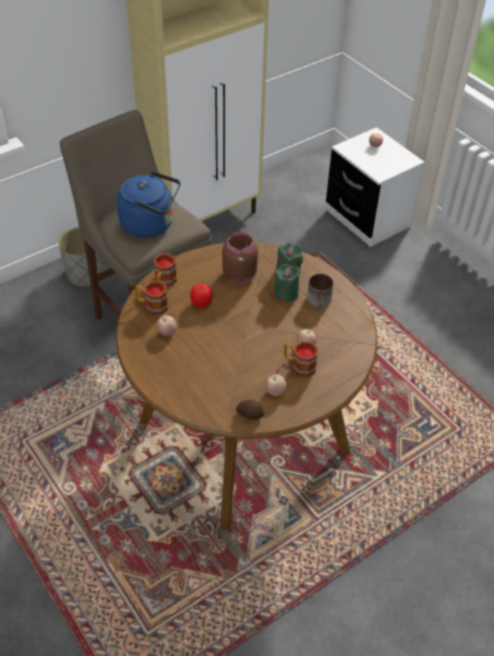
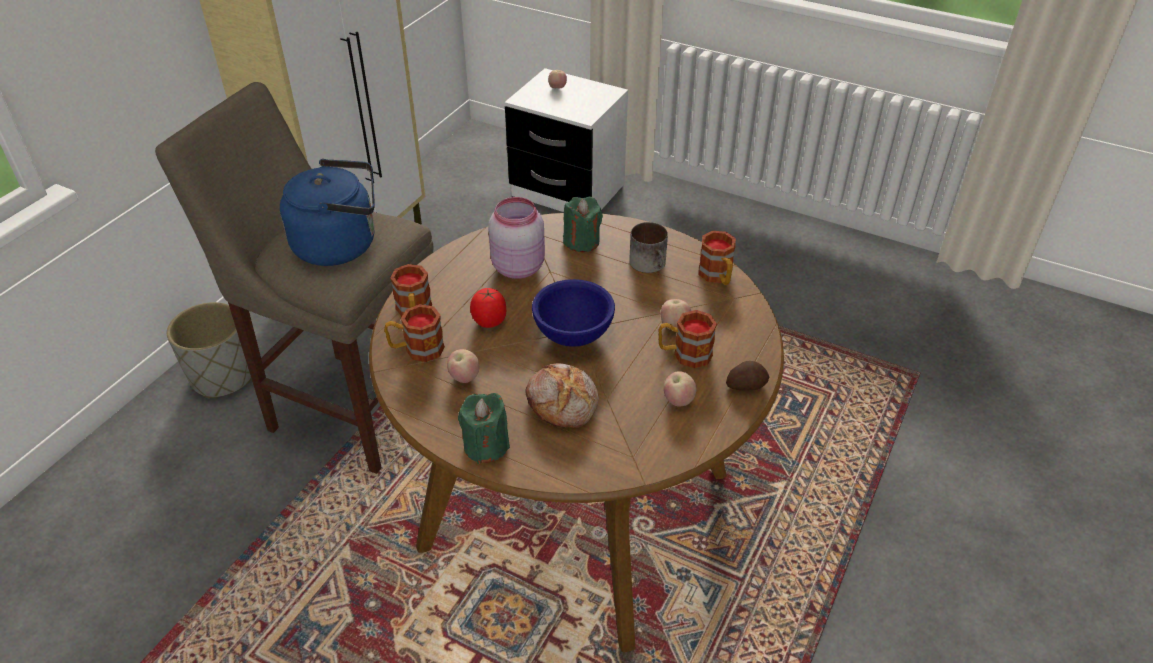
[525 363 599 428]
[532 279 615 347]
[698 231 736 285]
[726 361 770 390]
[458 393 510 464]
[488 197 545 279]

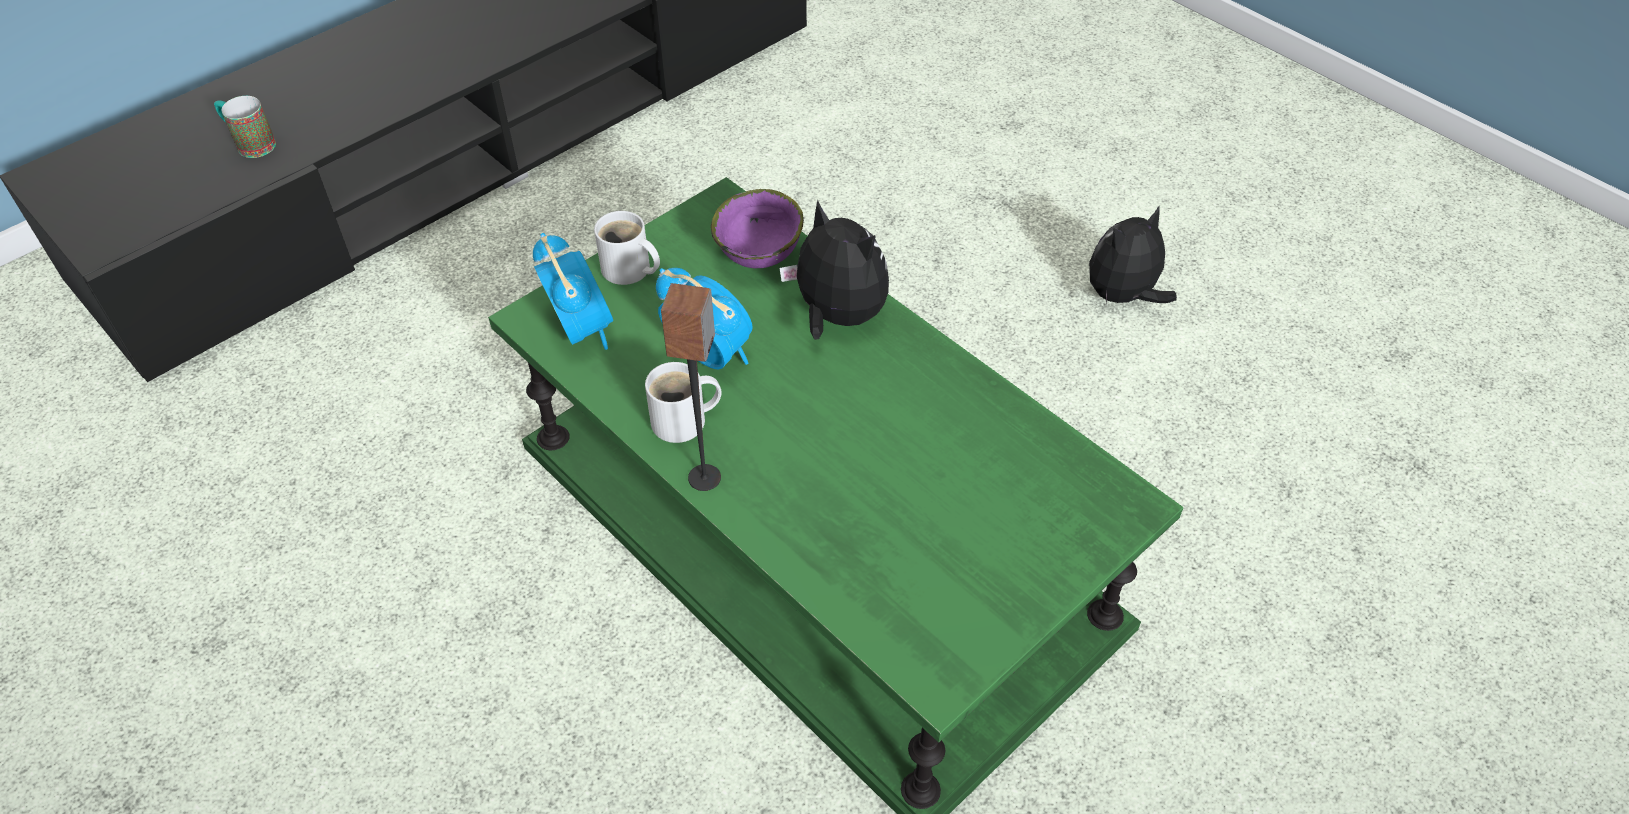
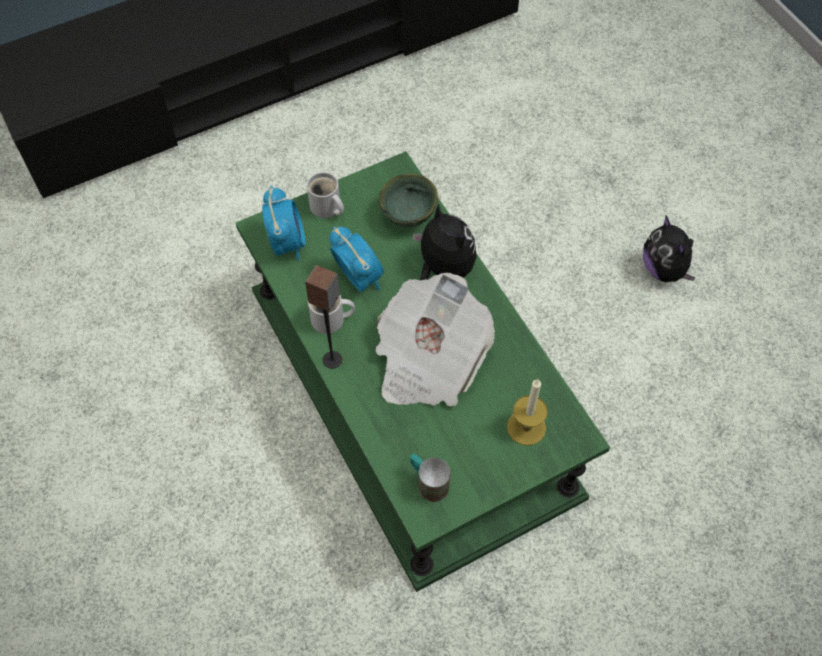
[375 273 495 406]
[507 379 548 446]
[410 454 451 502]
[379 174 438 227]
[643 216 696 282]

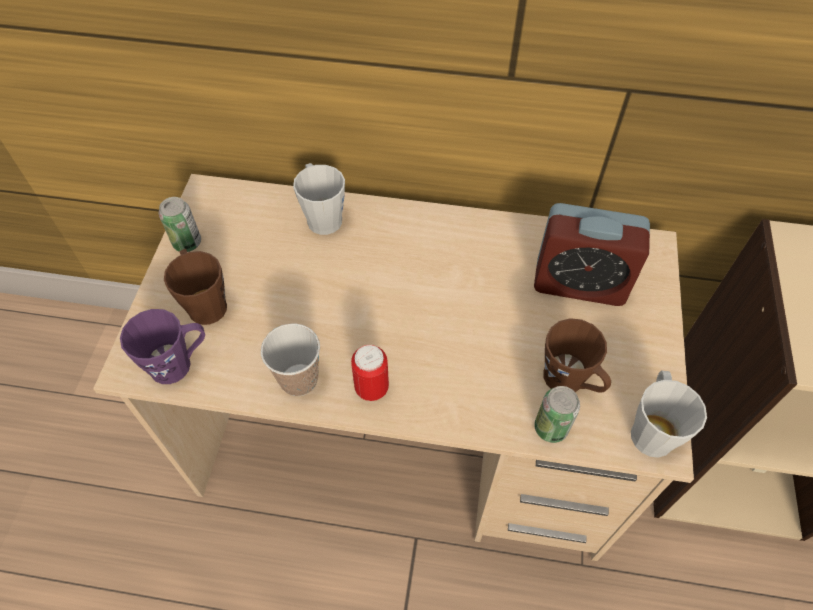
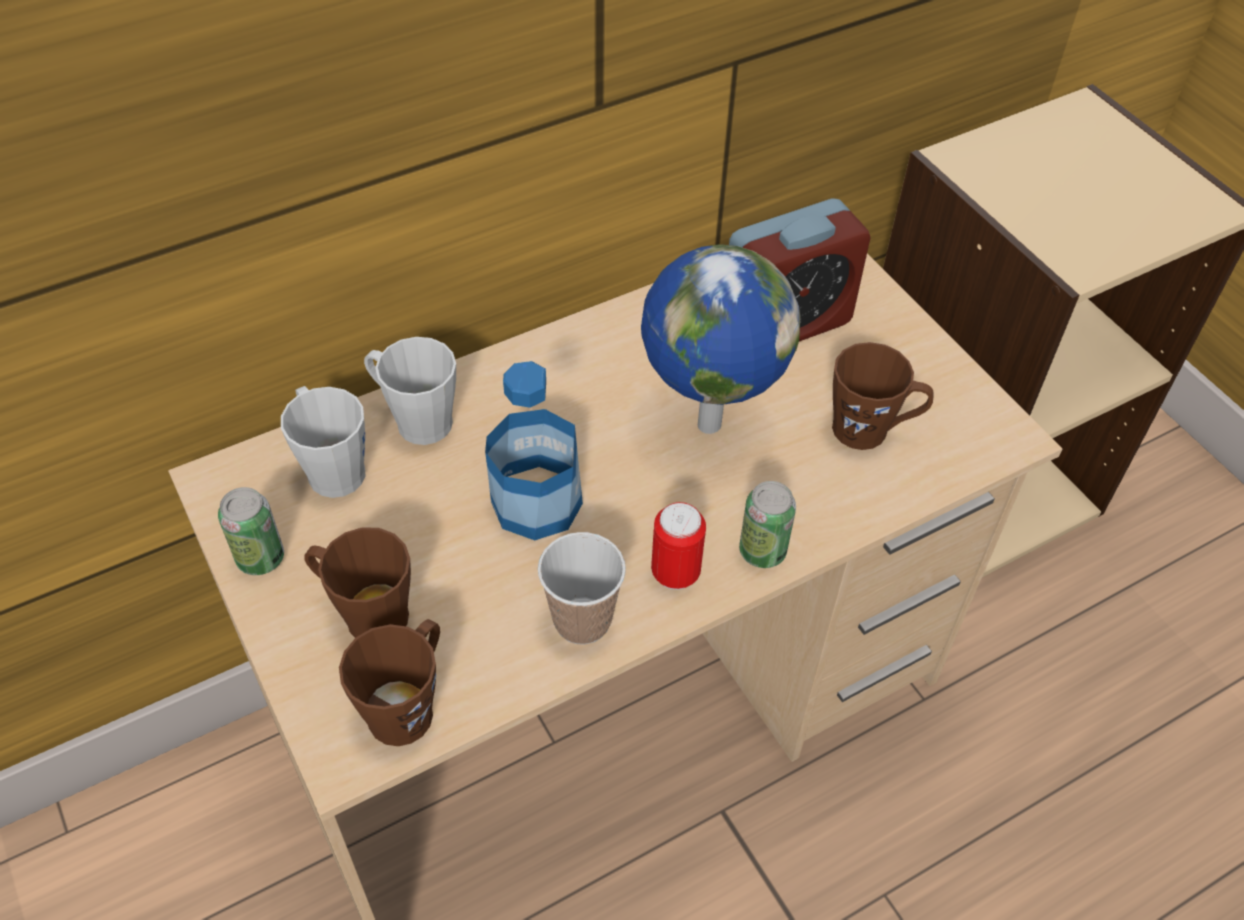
[485 361 583 540]
[641 244 800 434]
[739 481 796 568]
[281 386 365 498]
[339 619 440 746]

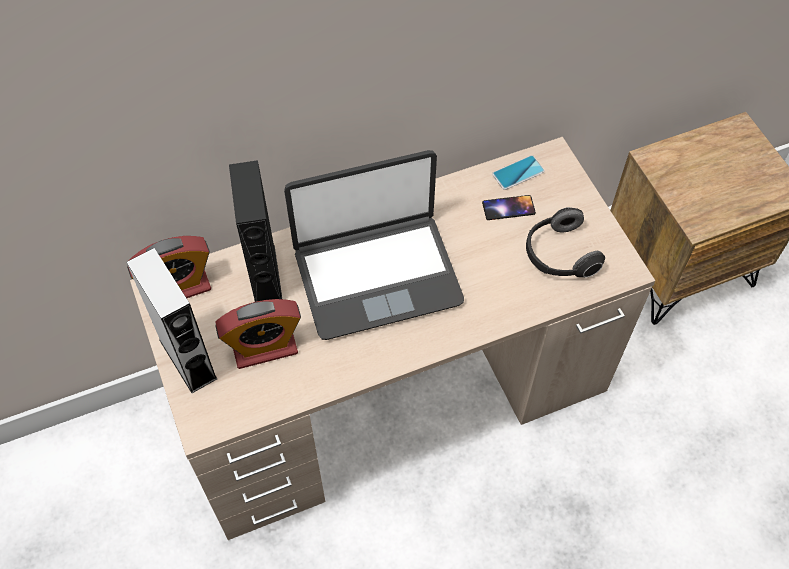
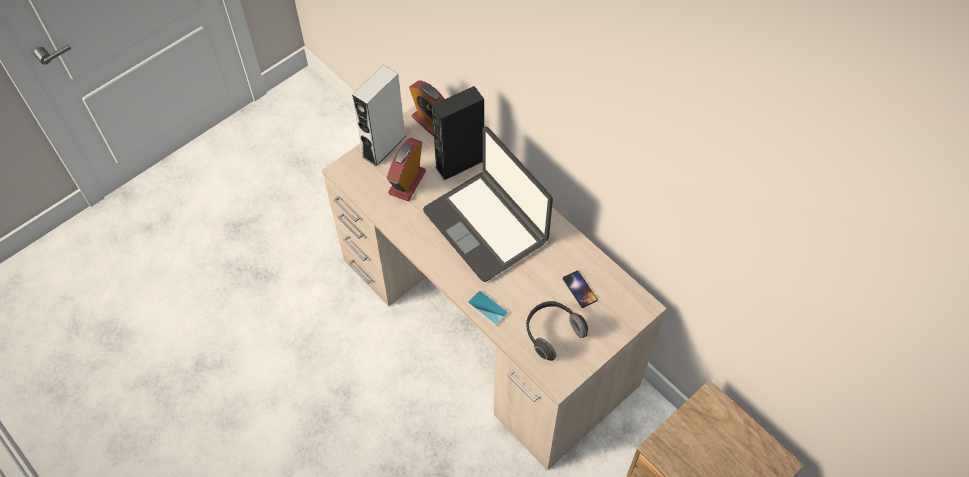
[467 290 508 326]
[387 138 426 201]

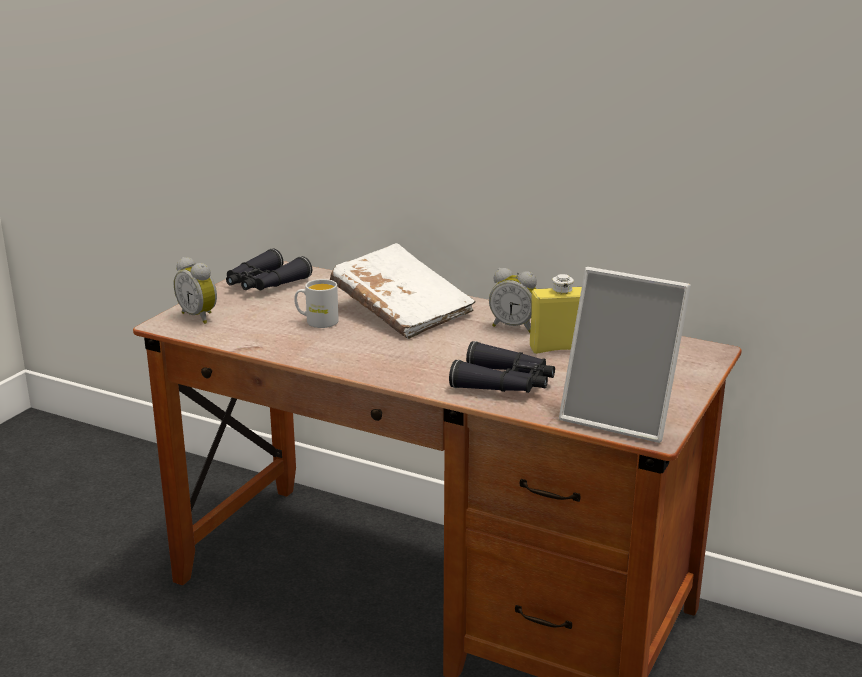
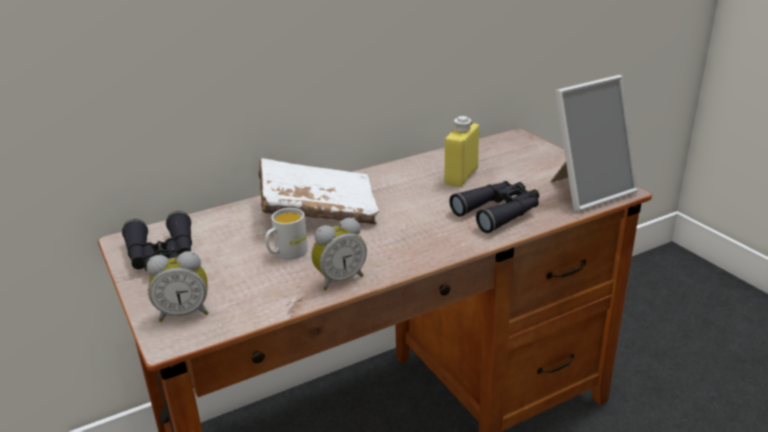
[311 217 367 290]

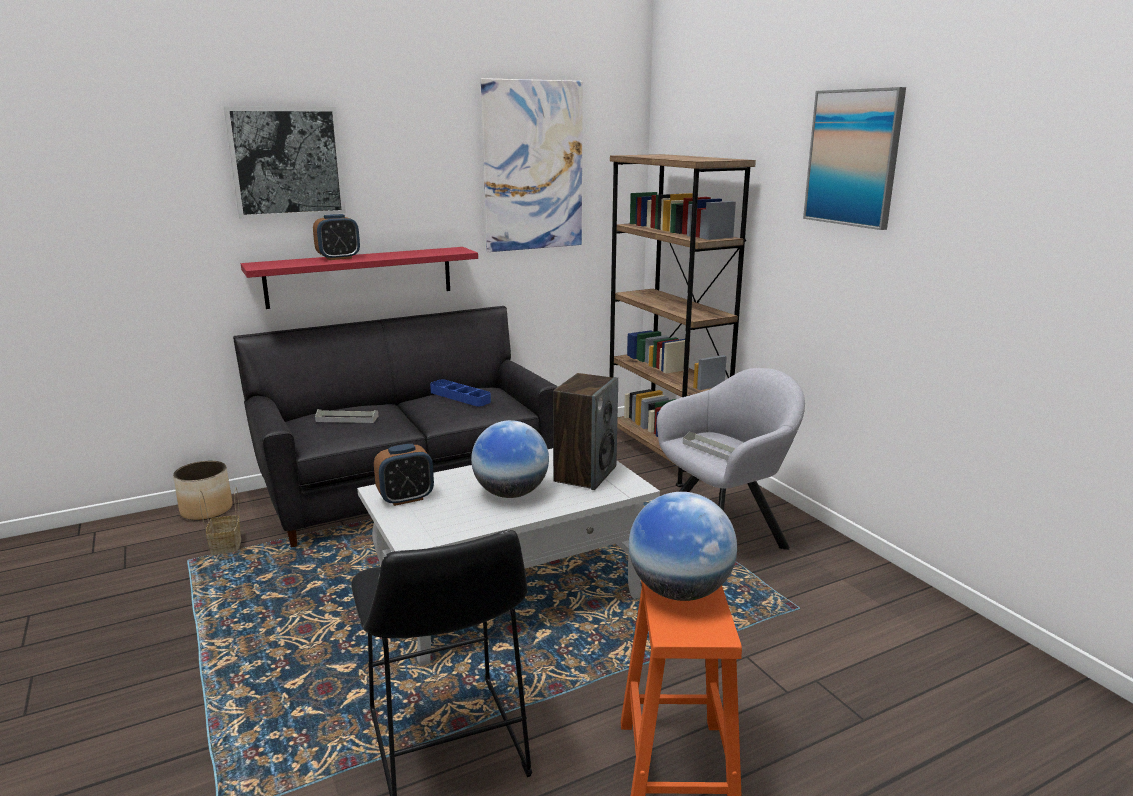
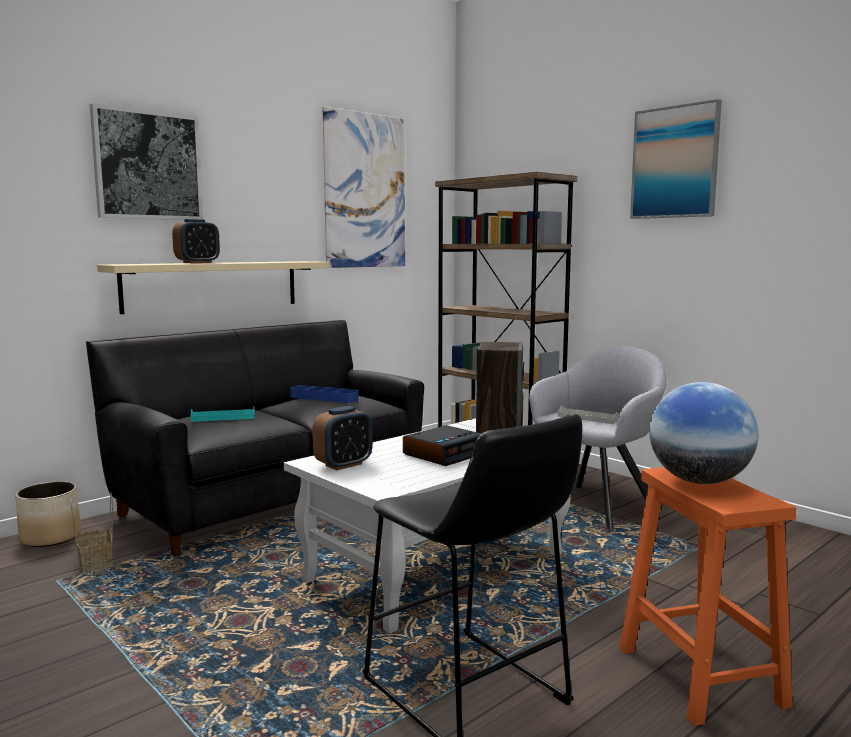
[403 425 481 466]
[97 261 329 314]
[191 409 255 422]

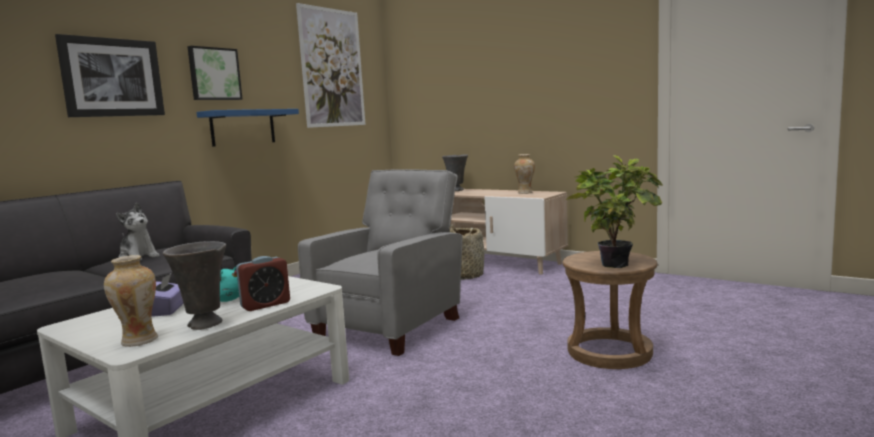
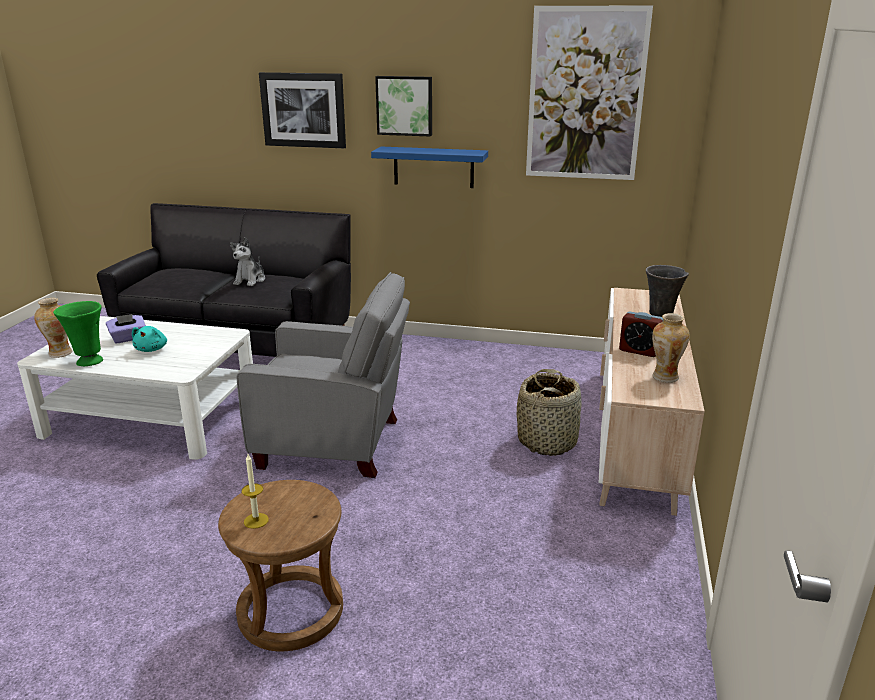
[619 312 663 357]
[242 454 269 529]
[53 301 103 366]

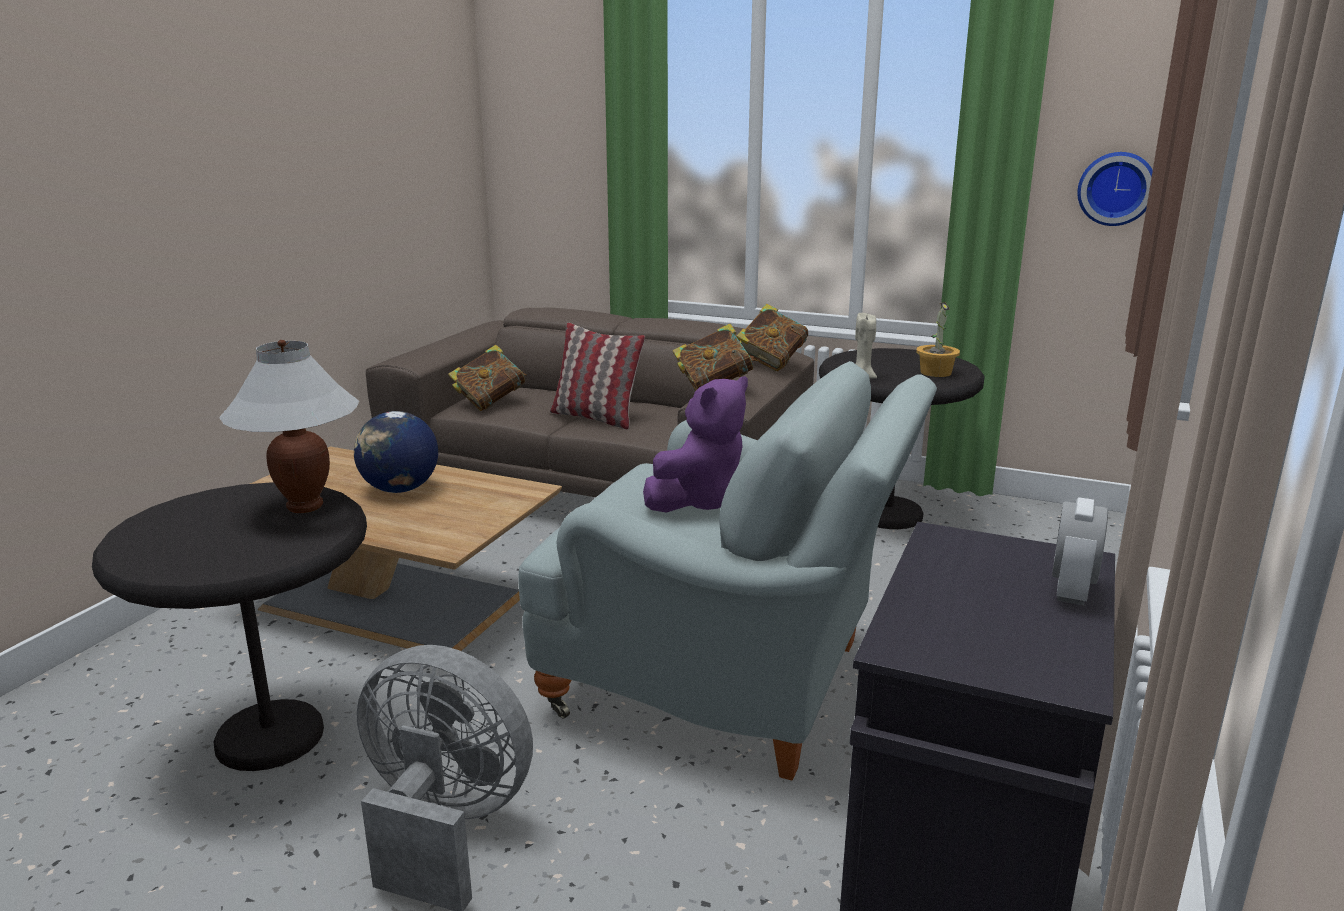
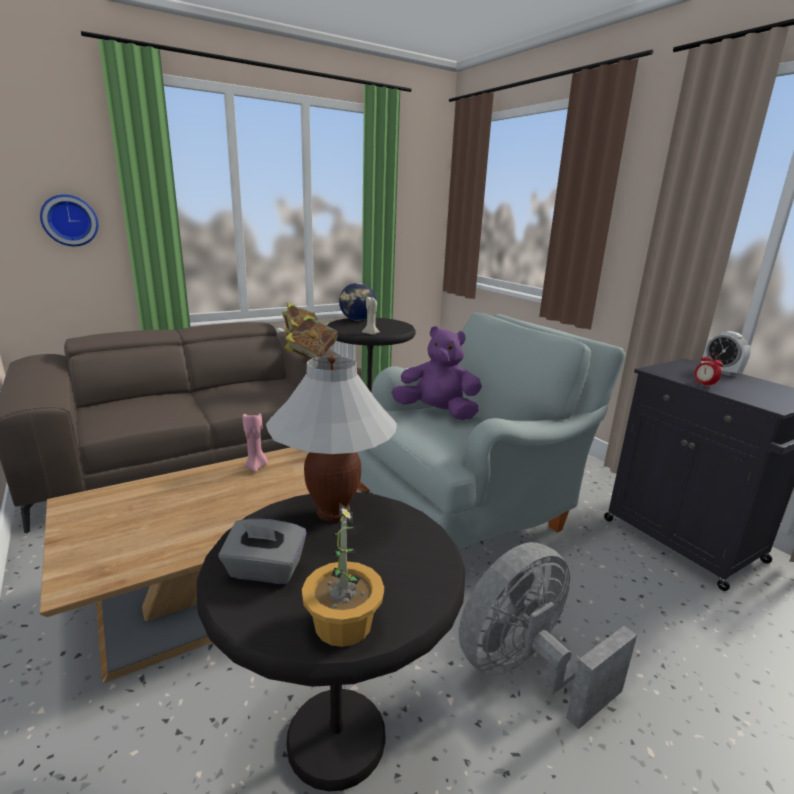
[448 345 527 411] (first image)
[550 323 645 430] (first image)
[219 519 306 584]
[243 413 268 472]
[693 353 723 388]
[339 283 376 321]
[302 504 384 647]
[40 194 98 246]
[391 326 482 420]

